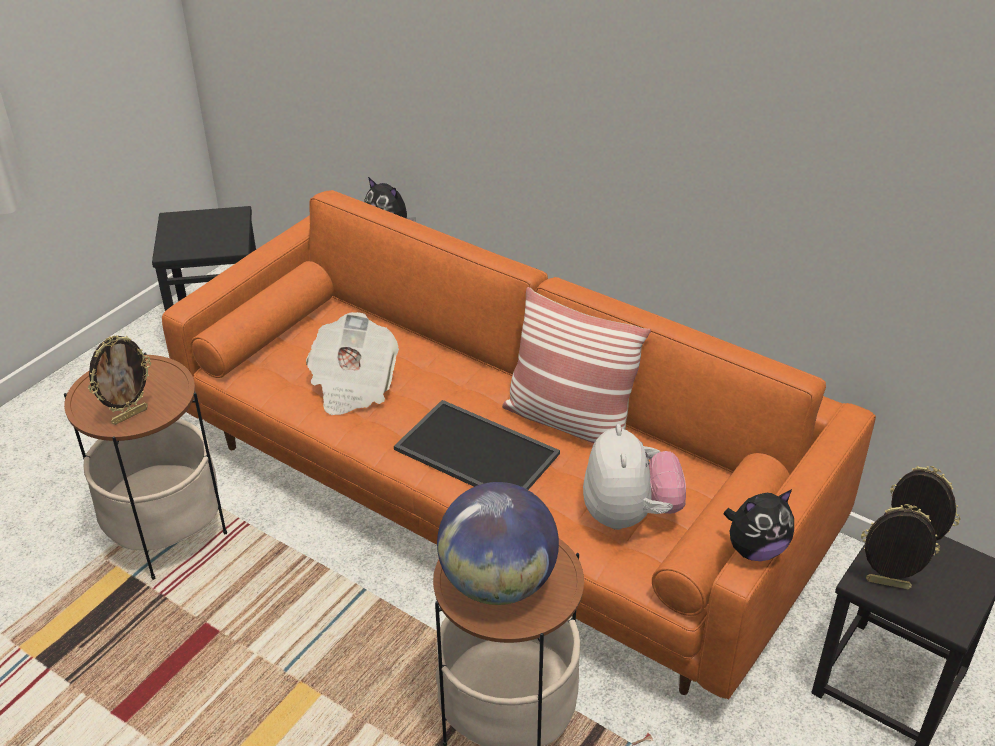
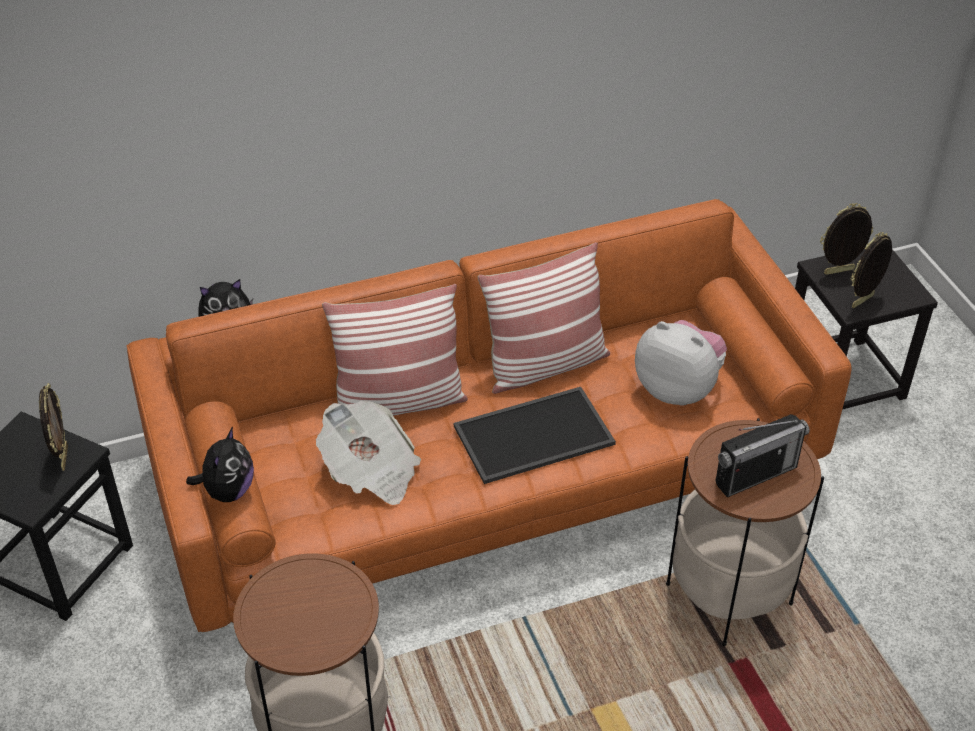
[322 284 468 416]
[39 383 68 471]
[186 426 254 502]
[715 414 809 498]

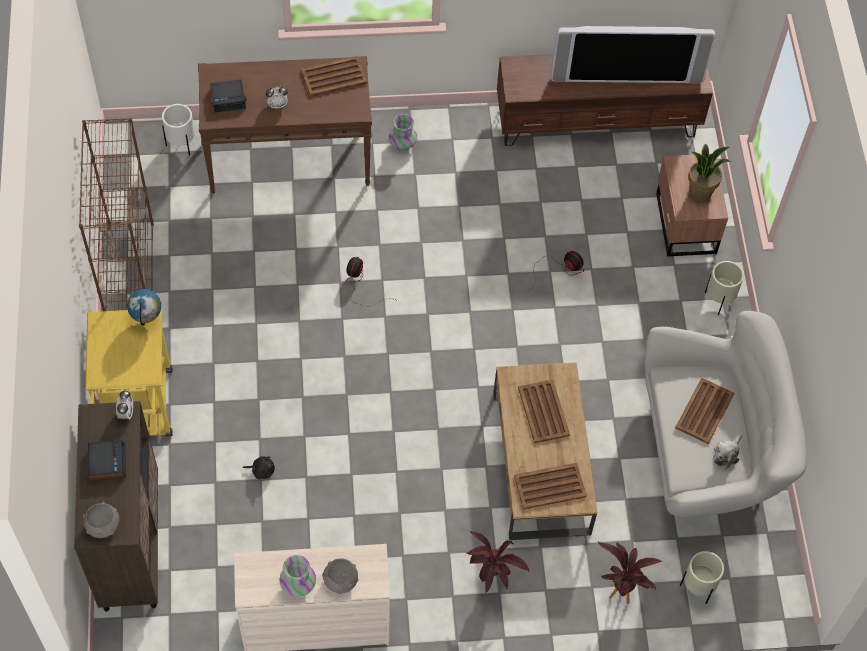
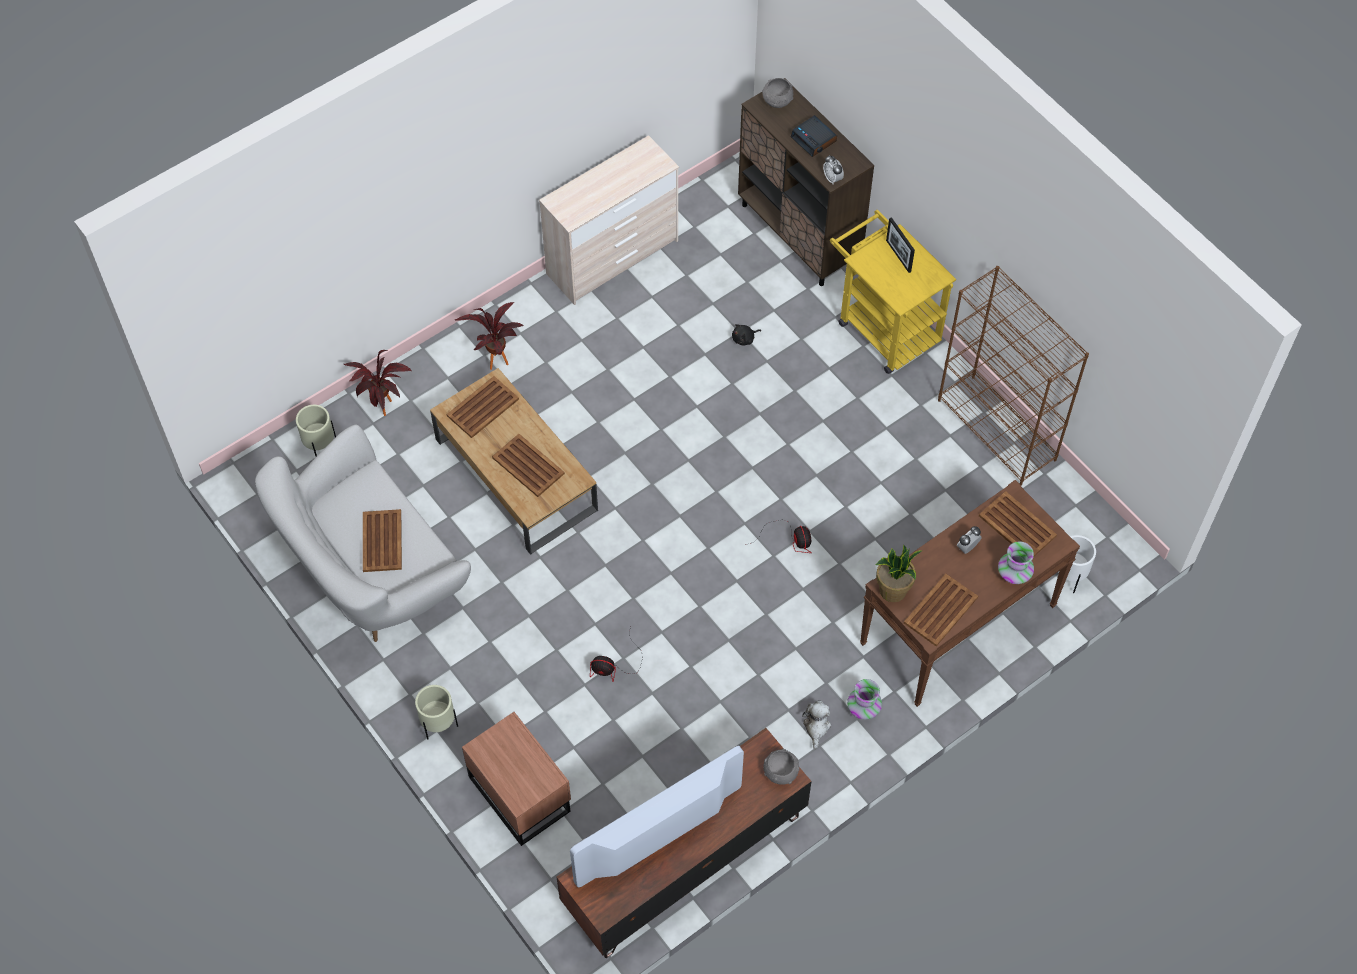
[127 289 161 325] (first image)
[886 217 915 273]
[998 541 1034 584]
[764 749 800 785]
[876 544 922 602]
[802 701 831 749]
[979 491 1057 556]

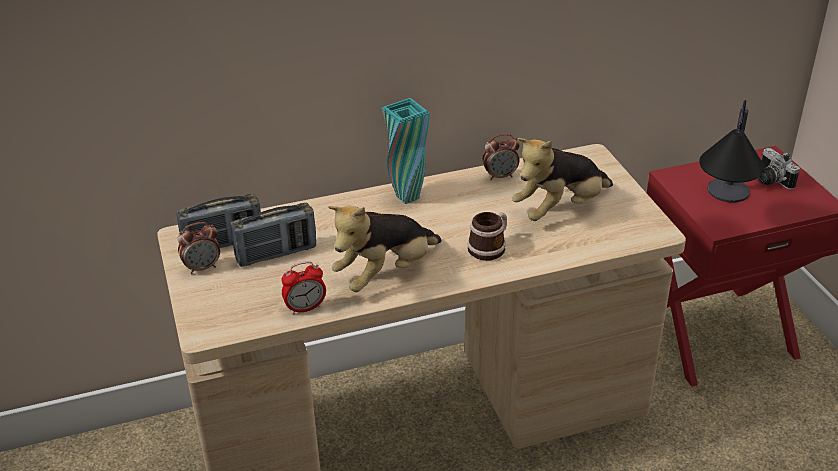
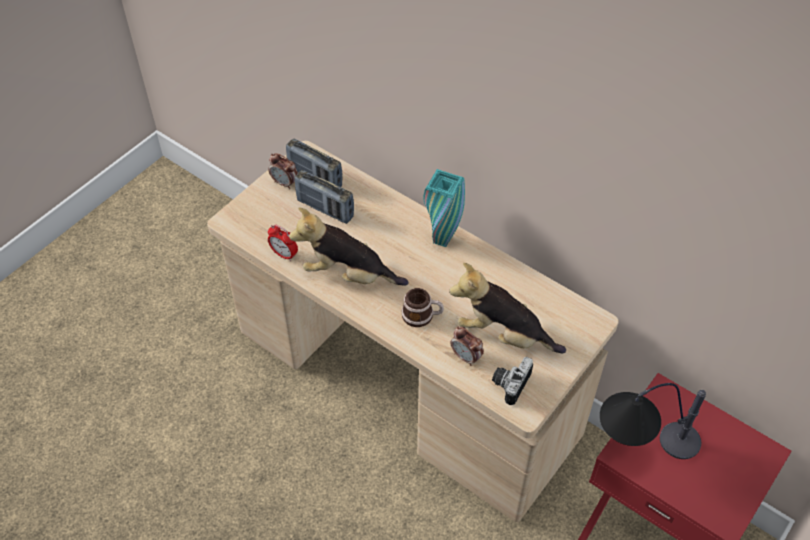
[450 327 484 366]
[492 357 533 405]

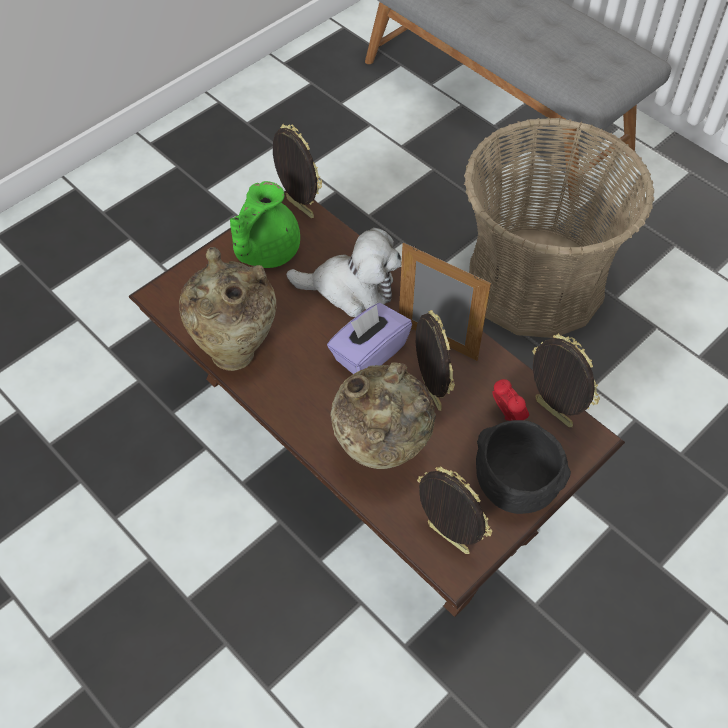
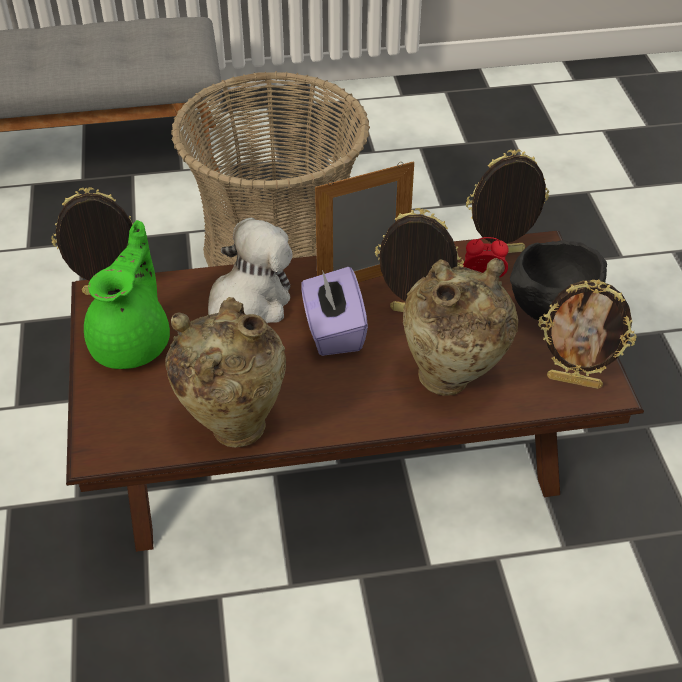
[84 220 170 369]
[538 280 637 389]

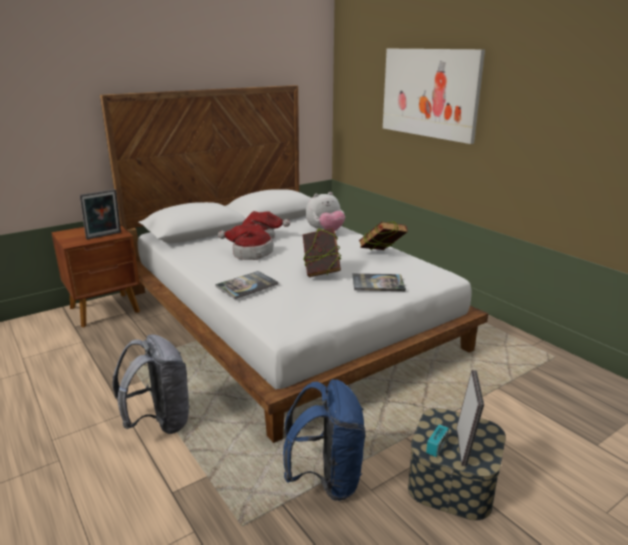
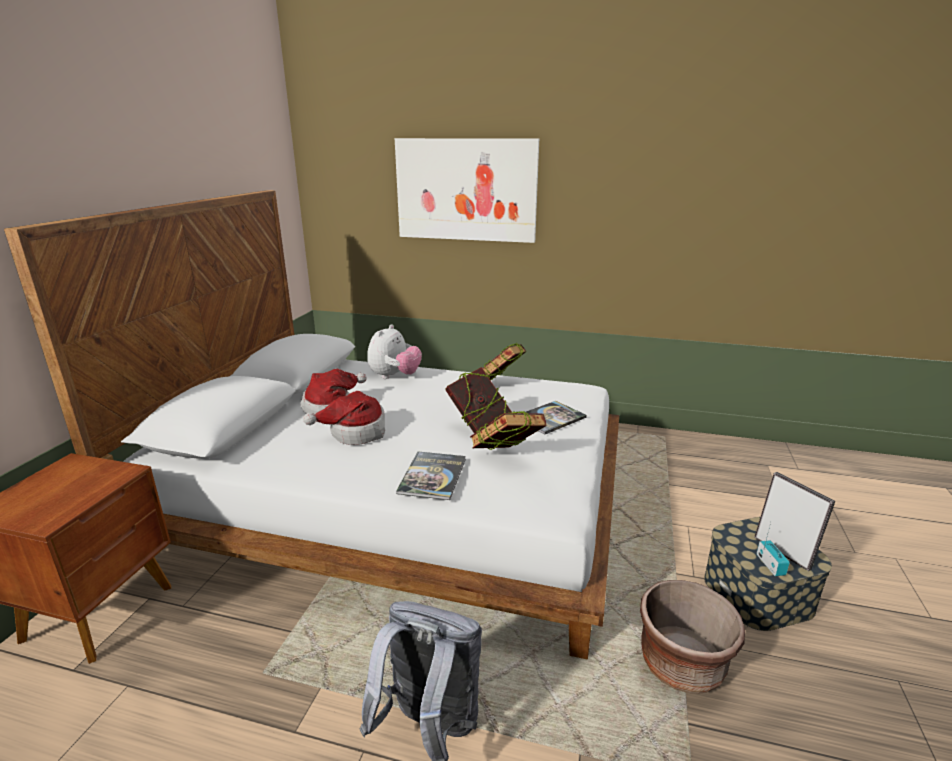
[79 189 121 239] (first image)
[470 411 546 450]
[640 580 745 694]

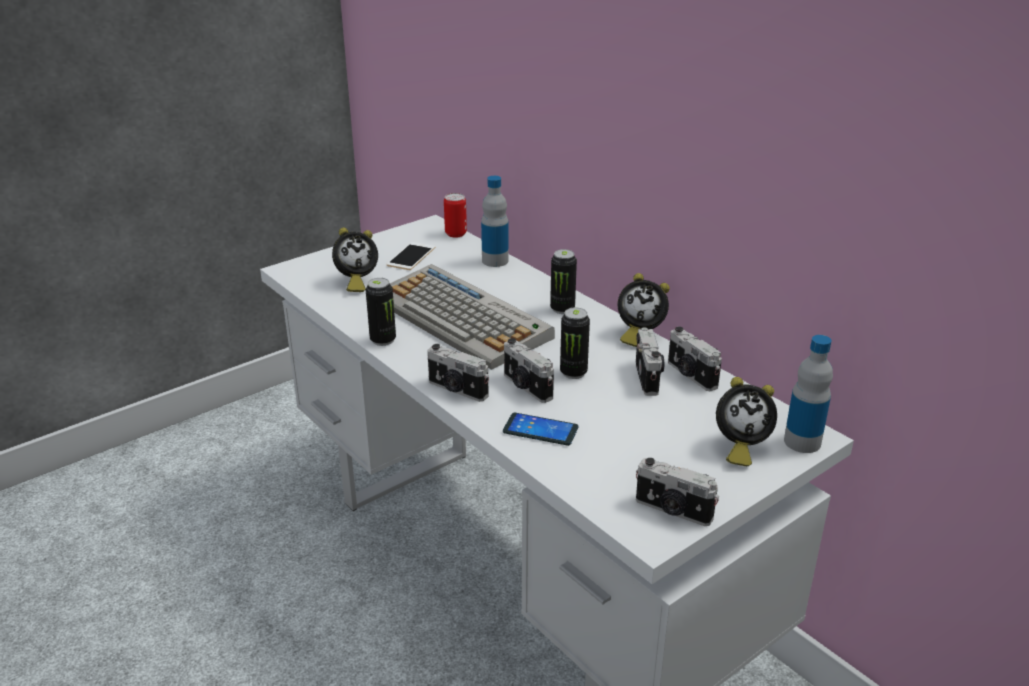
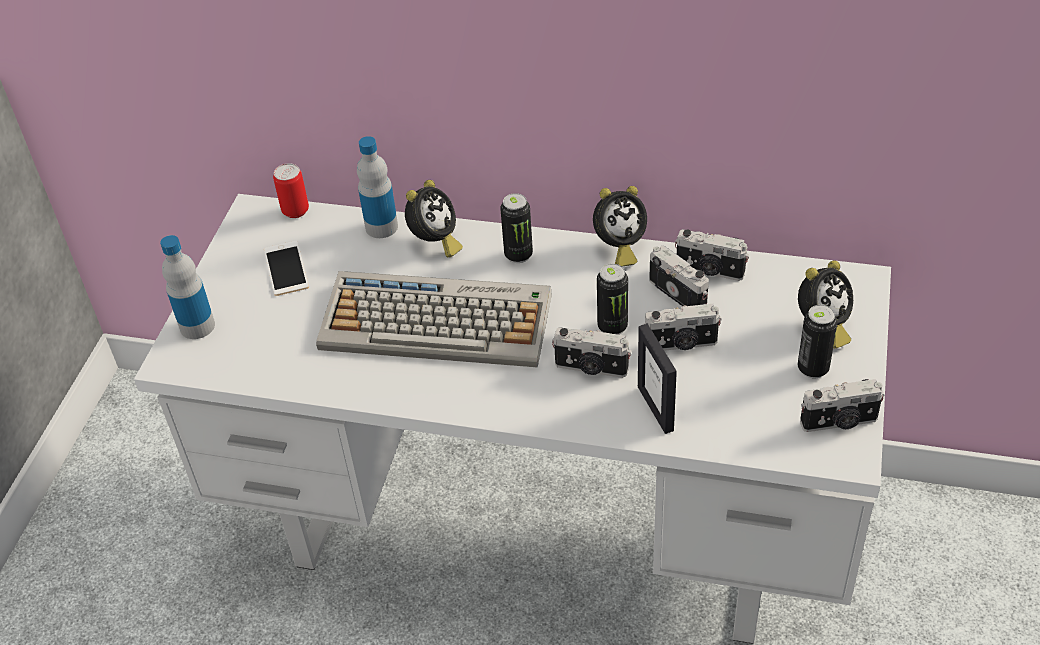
[405 180 463 257]
[798 305 838 379]
[642 304 722 351]
[160 235 215 339]
[638 324 677 434]

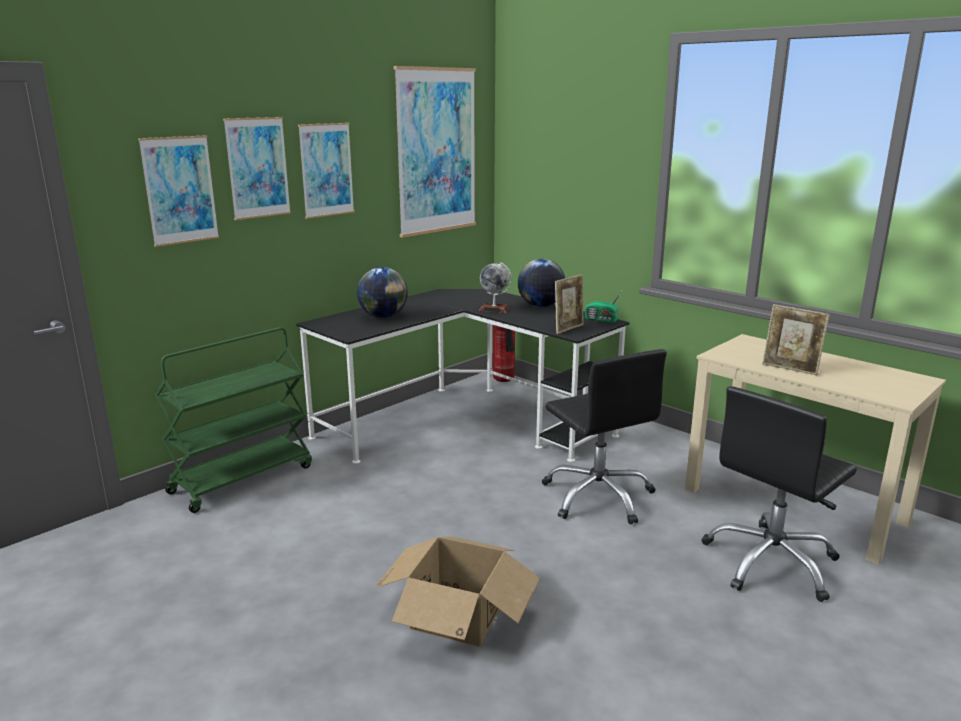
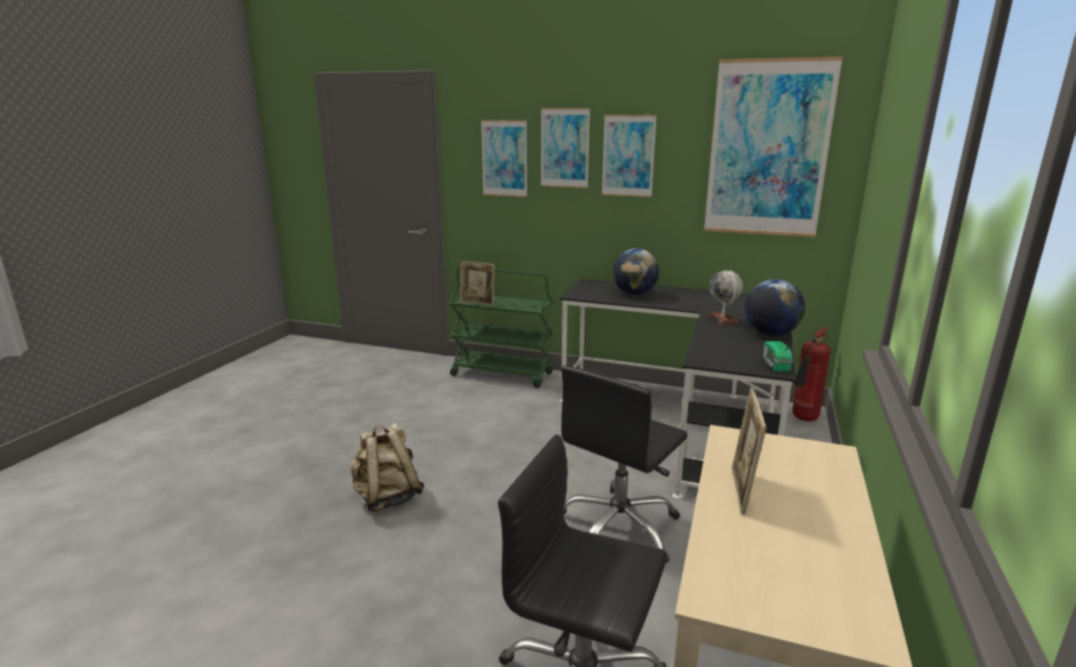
[461 261 495 306]
[350 423 425 512]

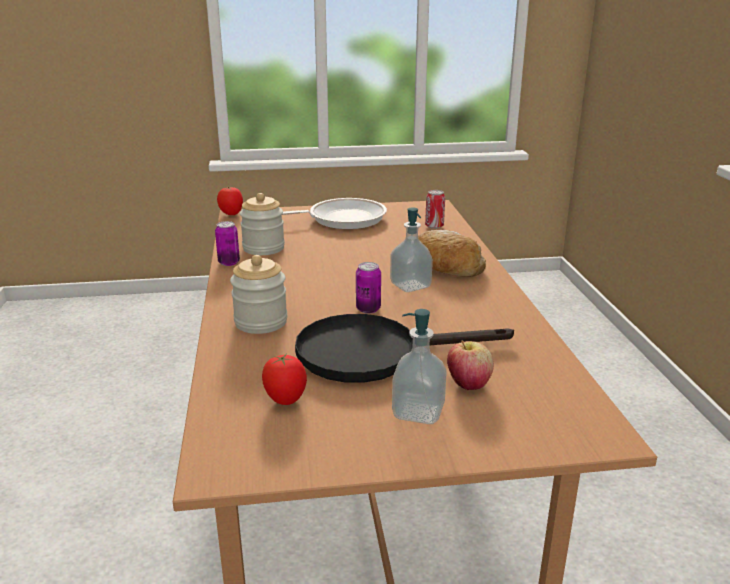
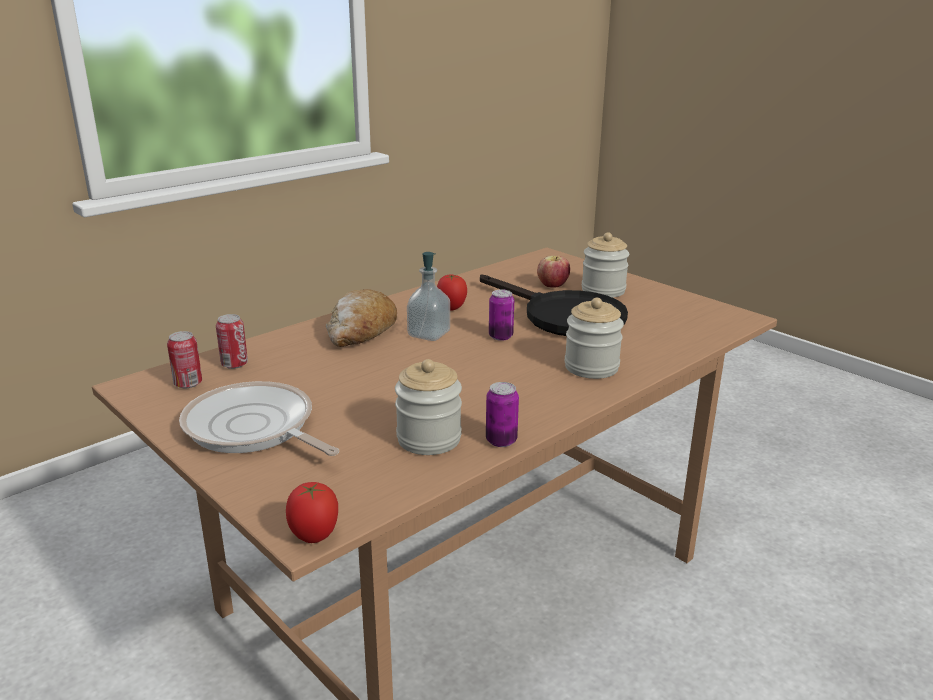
[167 331 202 388]
[437 274 467 311]
[582 232 629 298]

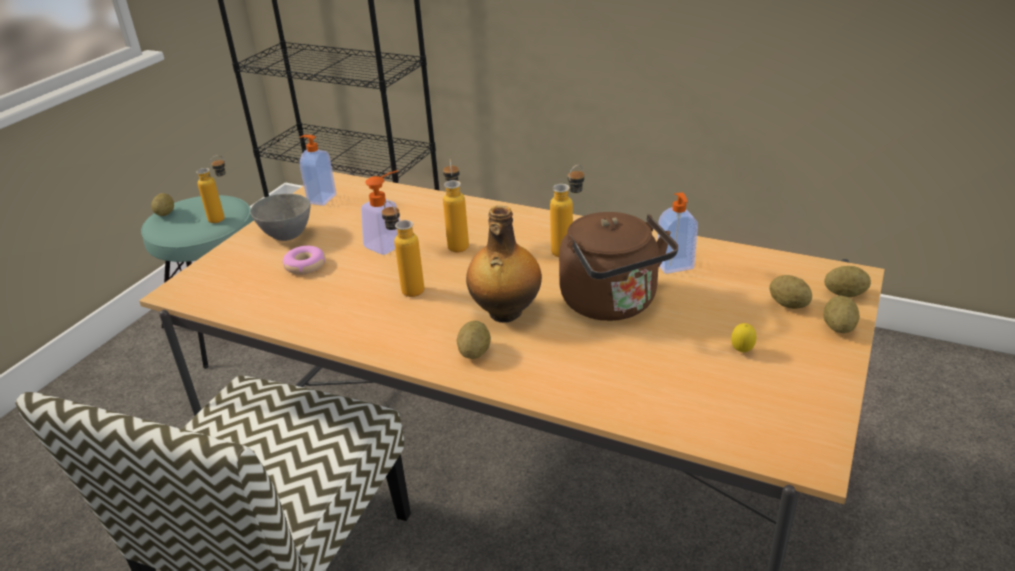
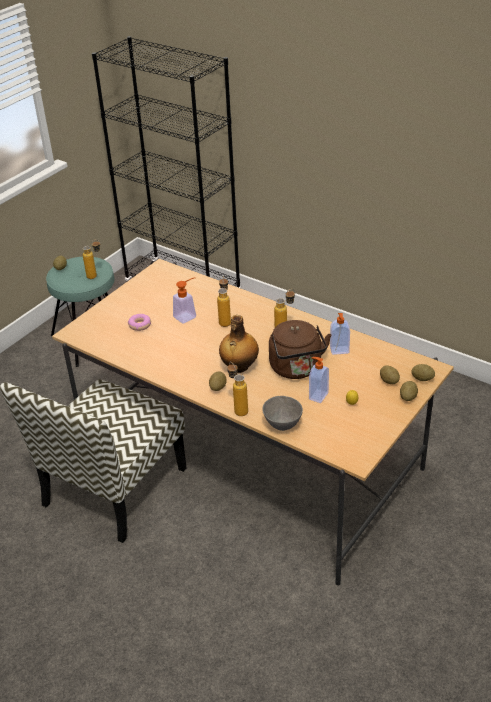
[262 396 303 431]
[309 357 329 403]
[227 362 248 416]

